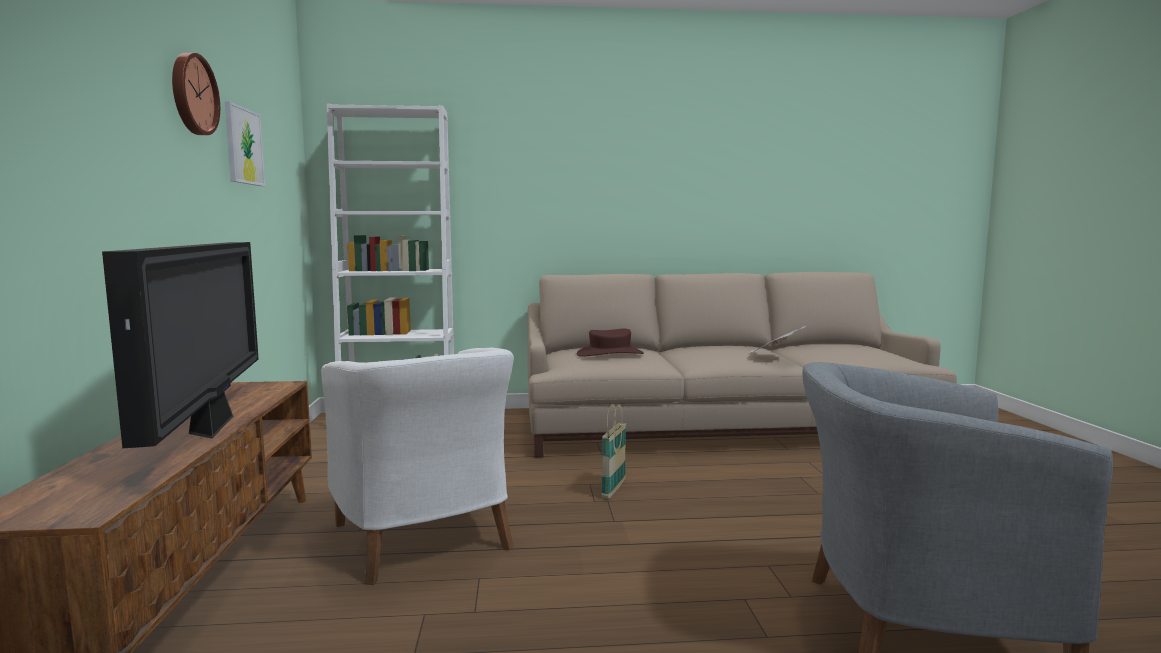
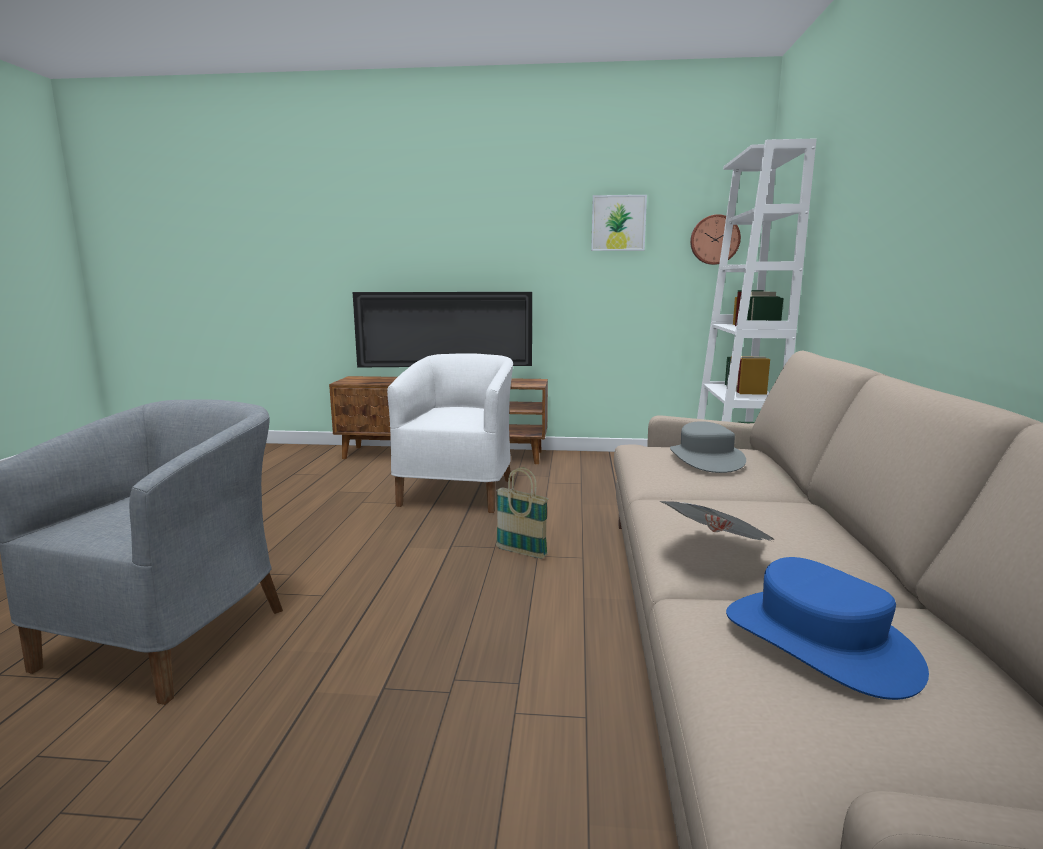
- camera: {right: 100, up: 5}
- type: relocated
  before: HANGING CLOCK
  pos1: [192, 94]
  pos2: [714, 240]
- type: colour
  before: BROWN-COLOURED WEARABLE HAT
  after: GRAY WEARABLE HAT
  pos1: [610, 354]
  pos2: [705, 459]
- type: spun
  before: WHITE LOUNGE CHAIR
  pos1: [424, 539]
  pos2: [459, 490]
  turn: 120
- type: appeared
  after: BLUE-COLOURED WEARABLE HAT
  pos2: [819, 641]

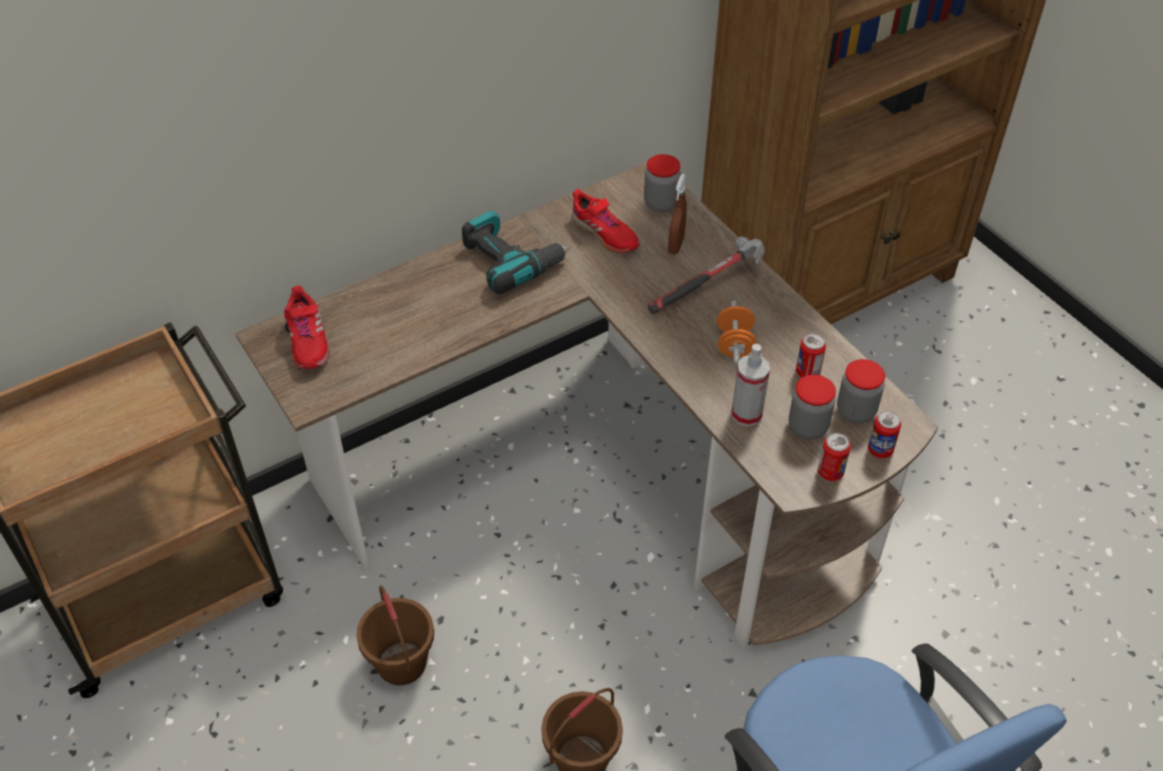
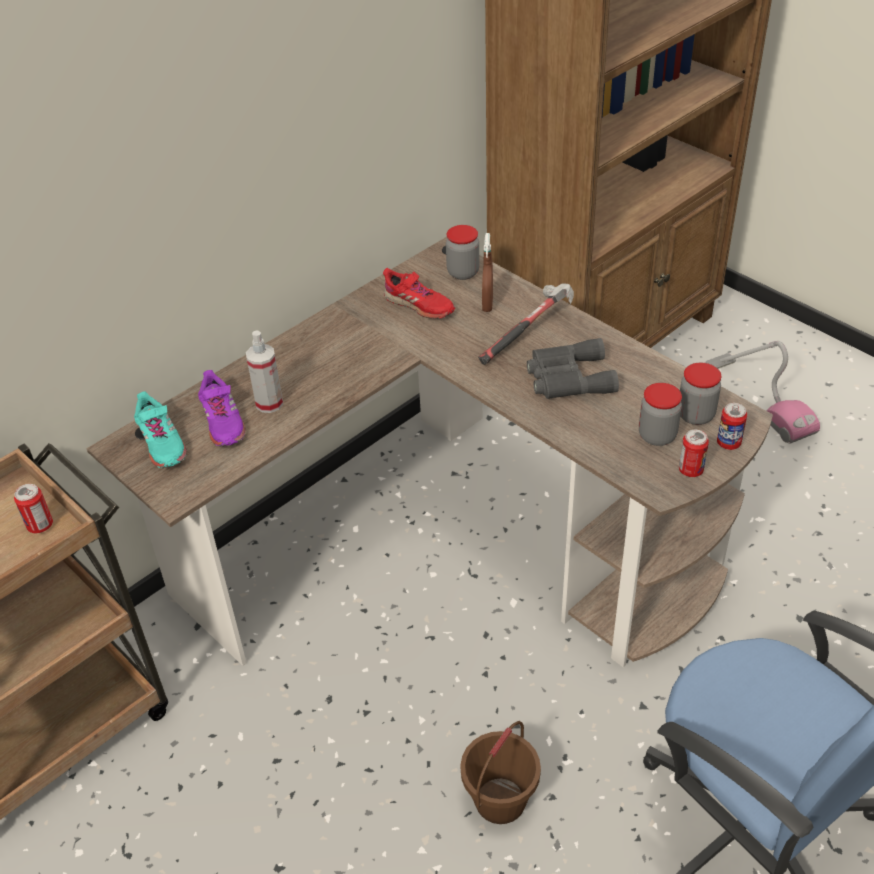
- camera: {right: -10, up: -5}
- type: missing
  before: POWER DRILL
  pos1: [511, 260]
- type: colour
  before: RED LOW SHOE
  after: TURQUOISE LOW SHOE
  pos1: [307, 341]
  pos2: [161, 443]
- type: exchanged
  before: ORANGE-COLOURED FREE WEIGHT
  after: GRAY PAIR OF BINOCULARS
  pos1: [734, 344]
  pos2: [567, 378]
- type: relocated
  before: CAN
  pos1: [807, 372]
  pos2: [40, 525]
- type: relocated
  before: SPRAYER
  pos1: [746, 414]
  pos2: [269, 403]
- type: missing
  before: BROWN-COLOURED PAIL
  pos1: [402, 663]
- type: appeared
  after: VACUUM CLEANER
  pos2: [759, 399]
- type: appeared
  after: PURPLE-COLOURED LOW SHOE
  pos2: [222, 422]

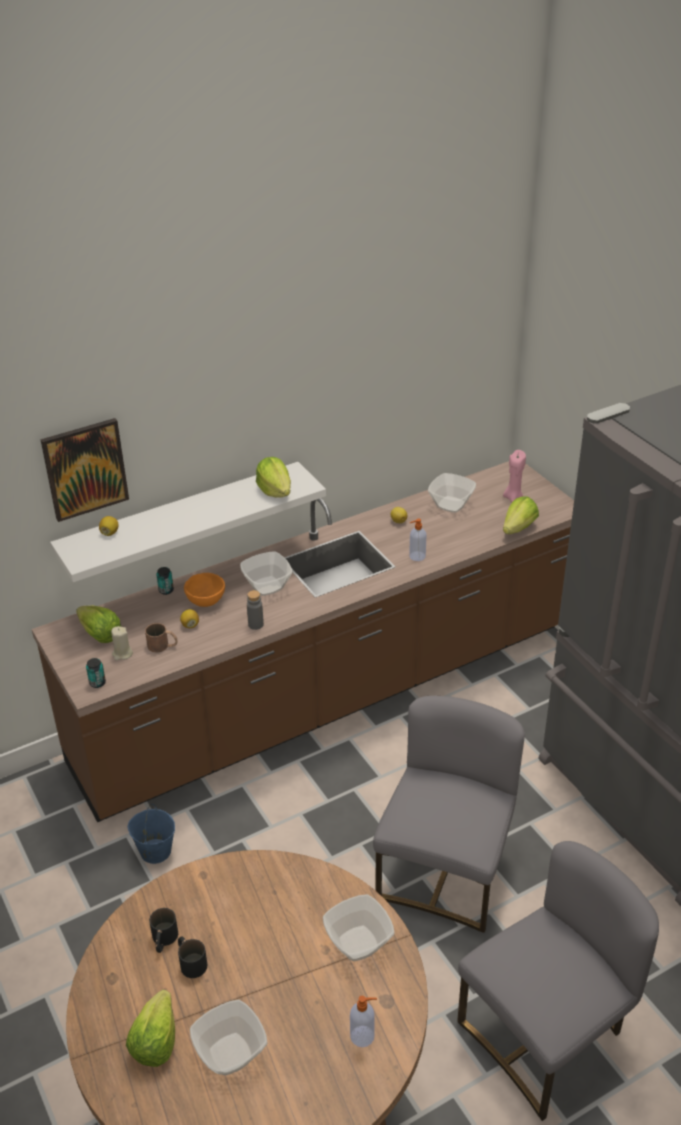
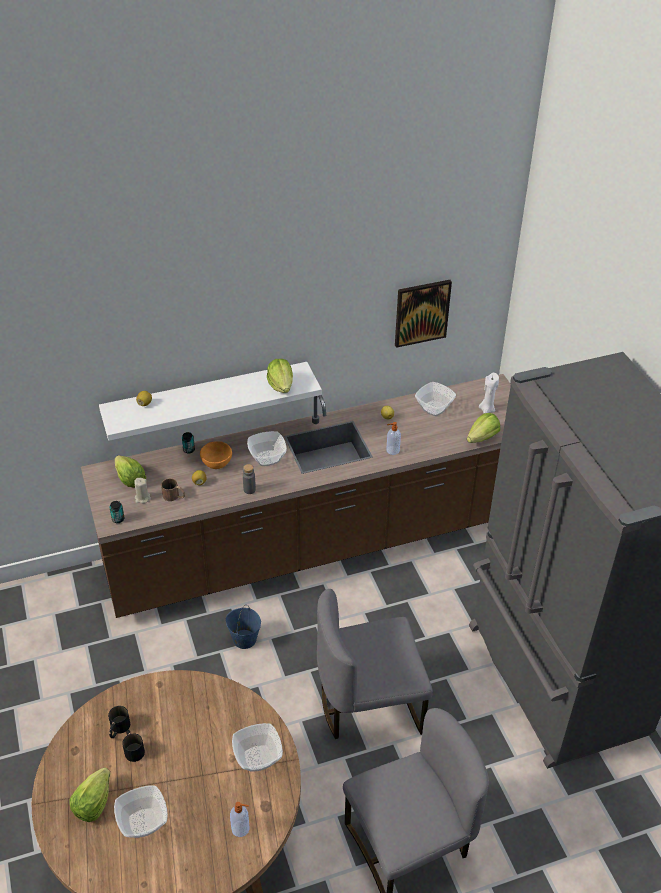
- camera: {right: 10, up: 5}
- type: relocated
  before: PICTURE
  pos1: [85, 469]
  pos2: [421, 312]
- type: colour
  before: PINK-COLOURED WAX CANDLE
  after: WHITE WAX CANDLE
  pos1: [513, 497]
  pos2: [487, 409]
- type: spun
  before: GRAY CHAIR
  pos1: [446, 871]
  pos2: [369, 705]
  turn: -135
- type: relocated
  before: BLUE-COLOURED PAIL
  pos1: [155, 851]
  pos2: [244, 639]

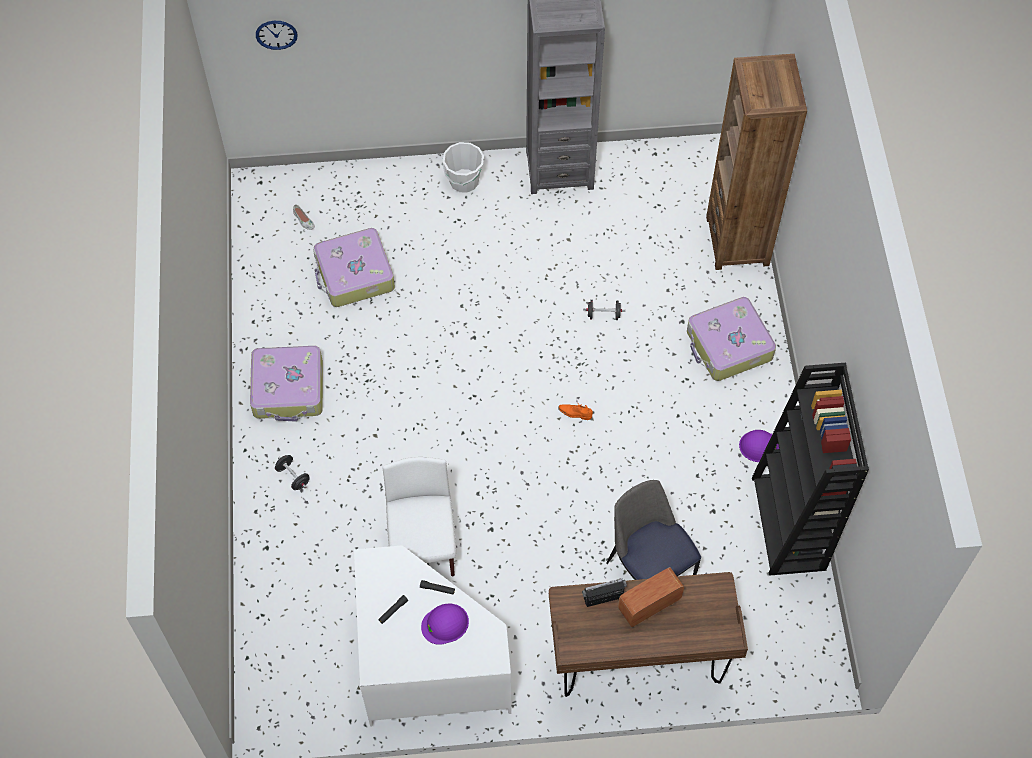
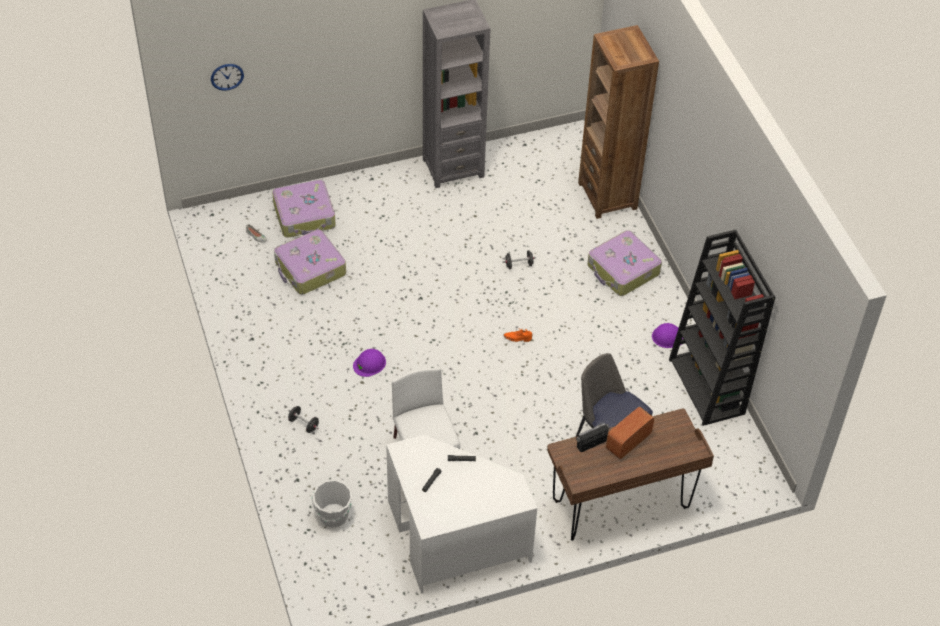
- camera: {right: -15, up: -10}
- type: relocated
  before: WHITE PAIL
  pos1: [464, 181]
  pos2: [333, 516]
- type: relocated
  before: SUITCASE
  pos1: [289, 389]
  pos2: [305, 216]
- type: relocated
  before: PURPLE-COLOURED SAFETY HELMET
  pos1: [445, 624]
  pos2: [369, 363]

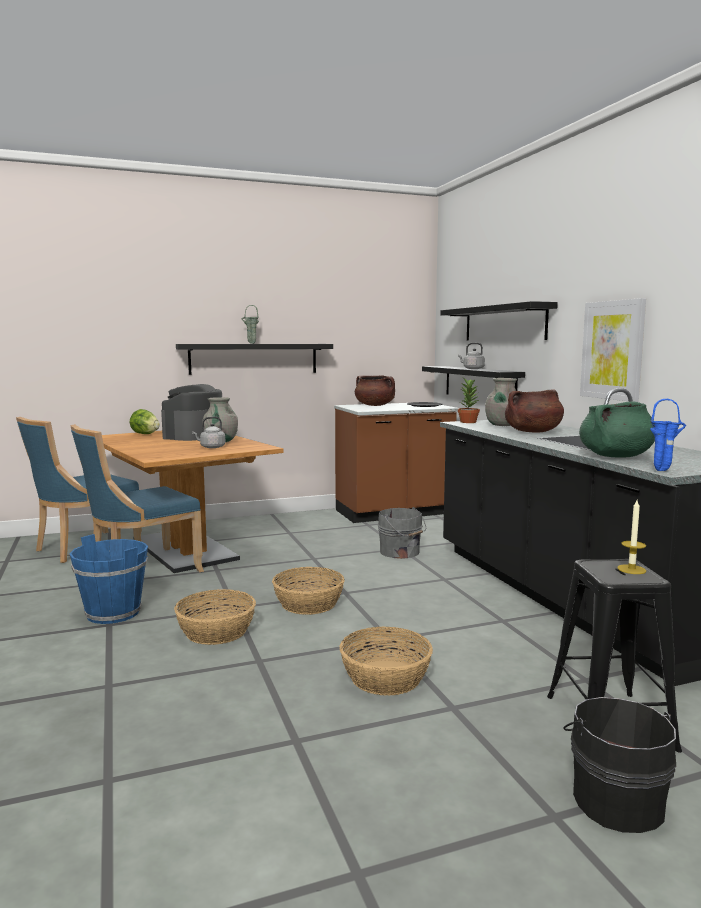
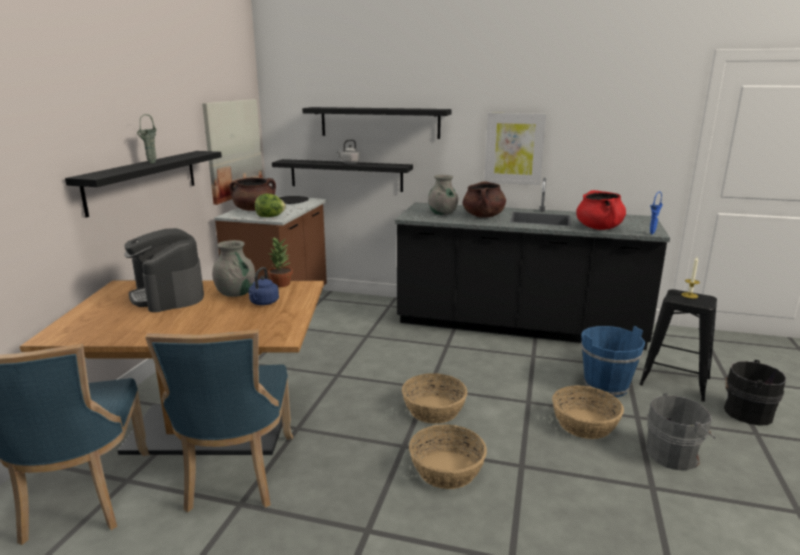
- camera: {right: -55, up: 10}
- type: relocated
  before: POTTED PLANT
  pos1: [468, 422]
  pos2: [280, 284]
- type: colour
  before: GREEN COOKING POT
  after: RED COOKING POT
  pos1: [615, 456]
  pos2: [599, 228]
- type: relocated
  before: LETTUCE
  pos1: [145, 434]
  pos2: [270, 217]
- type: colour
  before: GRAY KETTLE
  after: BLUE-COLOURED KETTLE
  pos1: [211, 447]
  pos2: [263, 303]
- type: relocated
  before: GRAY PAIL
  pos1: [401, 553]
  pos2: [674, 454]
- type: relocated
  before: BLUE-COLOURED PAIL
  pos1: [114, 613]
  pos2: [605, 386]
- type: appeared
  after: PICTURE
  pos2: [233, 149]

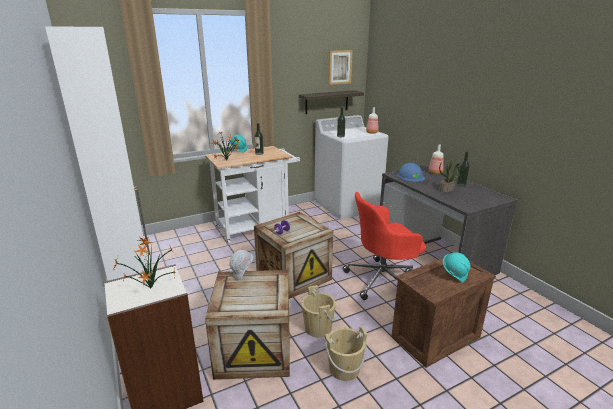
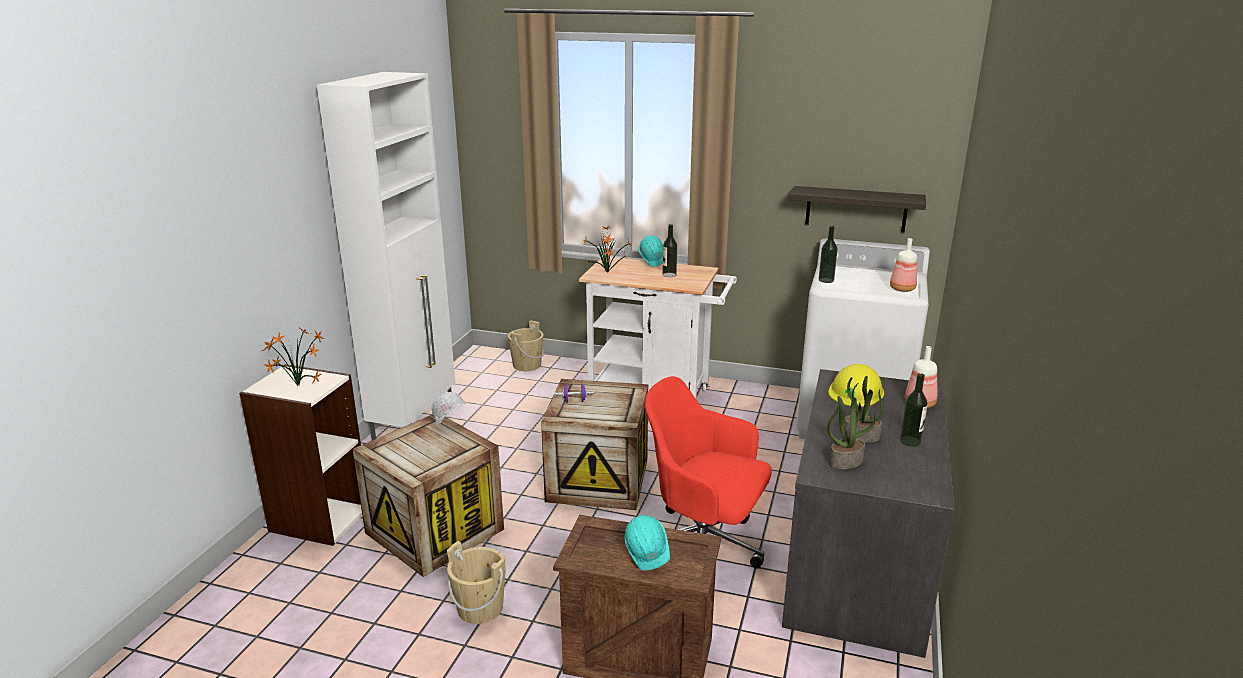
- camera: {right: 45, up: 0}
- type: missing
  before: PICTURE
  pos1: [339, 67]
- type: colour
  before: BLUE-COLOURED SAFETY HELMET
  after: YELLOWISH SAFETY HELMET
  pos1: [410, 176]
  pos2: [856, 391]
- type: relocated
  before: BEIGE PAIL
  pos1: [318, 328]
  pos2: [527, 365]
- type: appeared
  after: POTTED PLANT
  pos2: [846, 461]

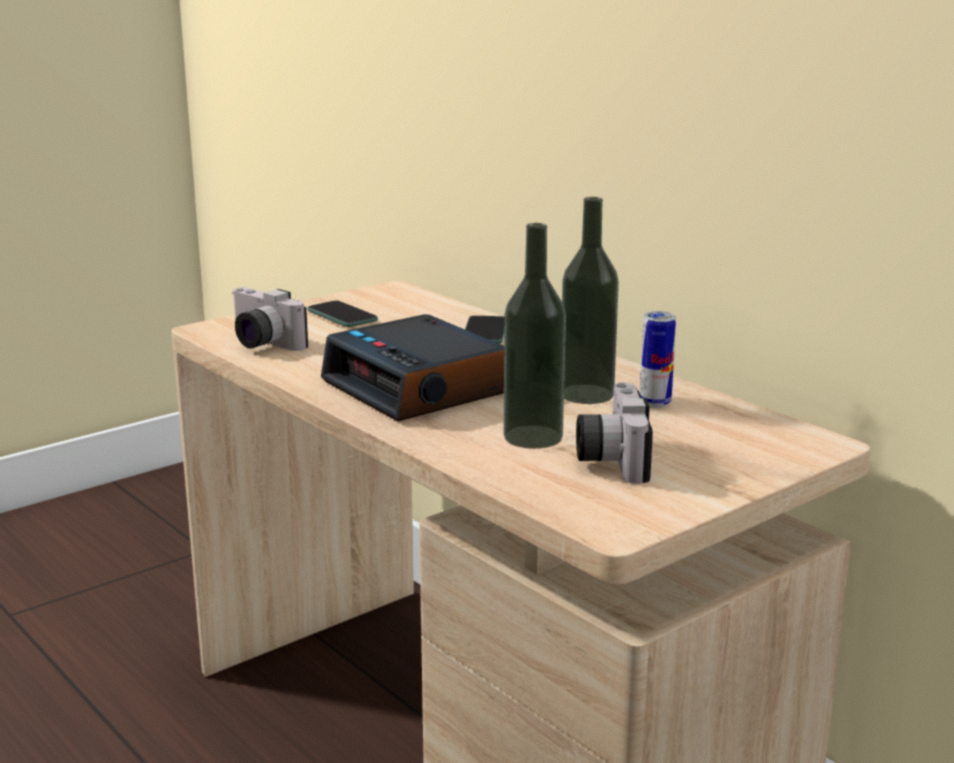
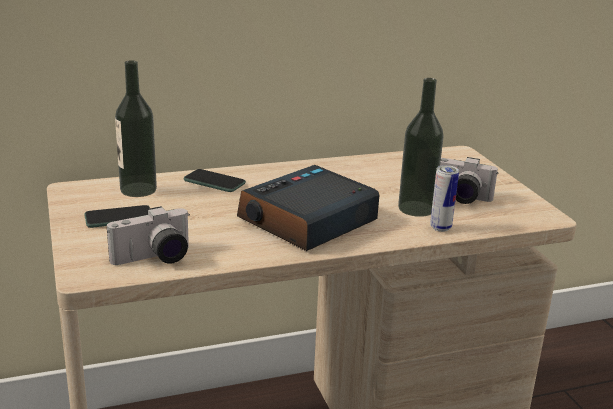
- camera: {right: -70, up: 5}
- type: relocated
  before: BEVERAGE BOTTLE
  pos1: [586, 394]
  pos2: [138, 189]
- type: relocated
  before: CAN
  pos1: [655, 403]
  pos2: [440, 228]
- type: spun
  before: BEDSIDE CLOCK
  pos1: [420, 387]
  pos2: [307, 221]
  turn: 150

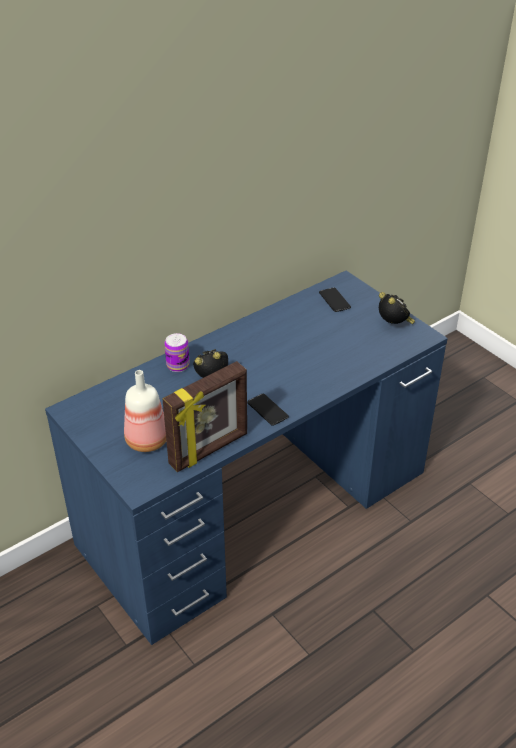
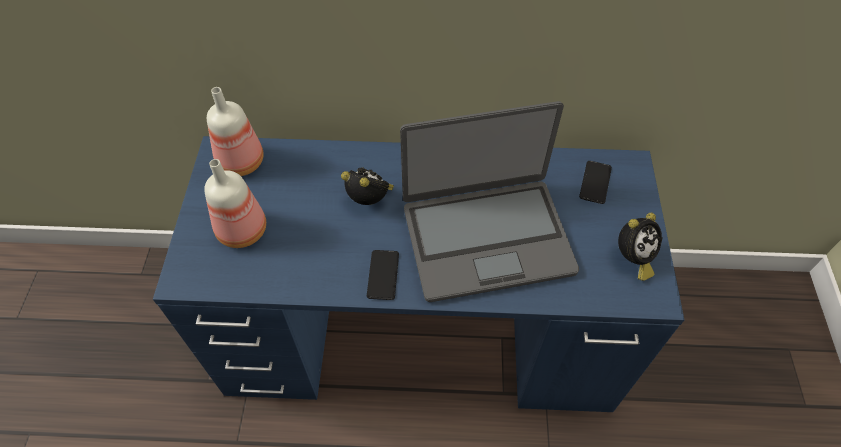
- camera: {right: 40, up: 15}
- type: spun
  before: BEDSIDE CLOCK
  pos1: [394, 325]
  pos2: [632, 259]
  turn: 45
- type: missing
  before: CAN
  pos1: [178, 365]
- type: missing
  before: PICTURE FRAME
  pos1: [209, 450]
- type: appeared
  after: BEVERAGE BOTTLE
  pos2: [241, 163]
- type: appeared
  after: PORTABLE COMPUTER
  pos2: [486, 237]

